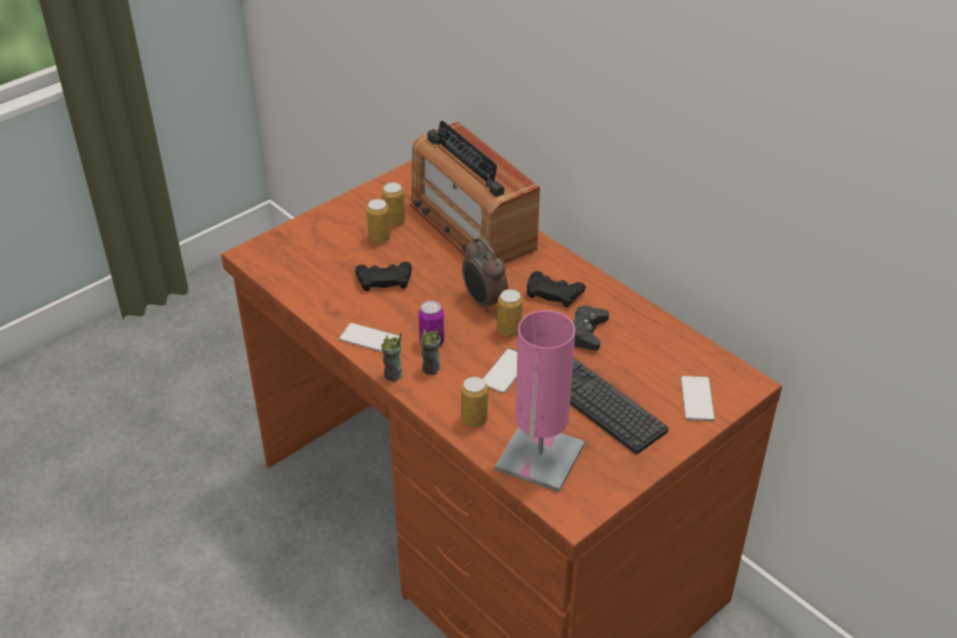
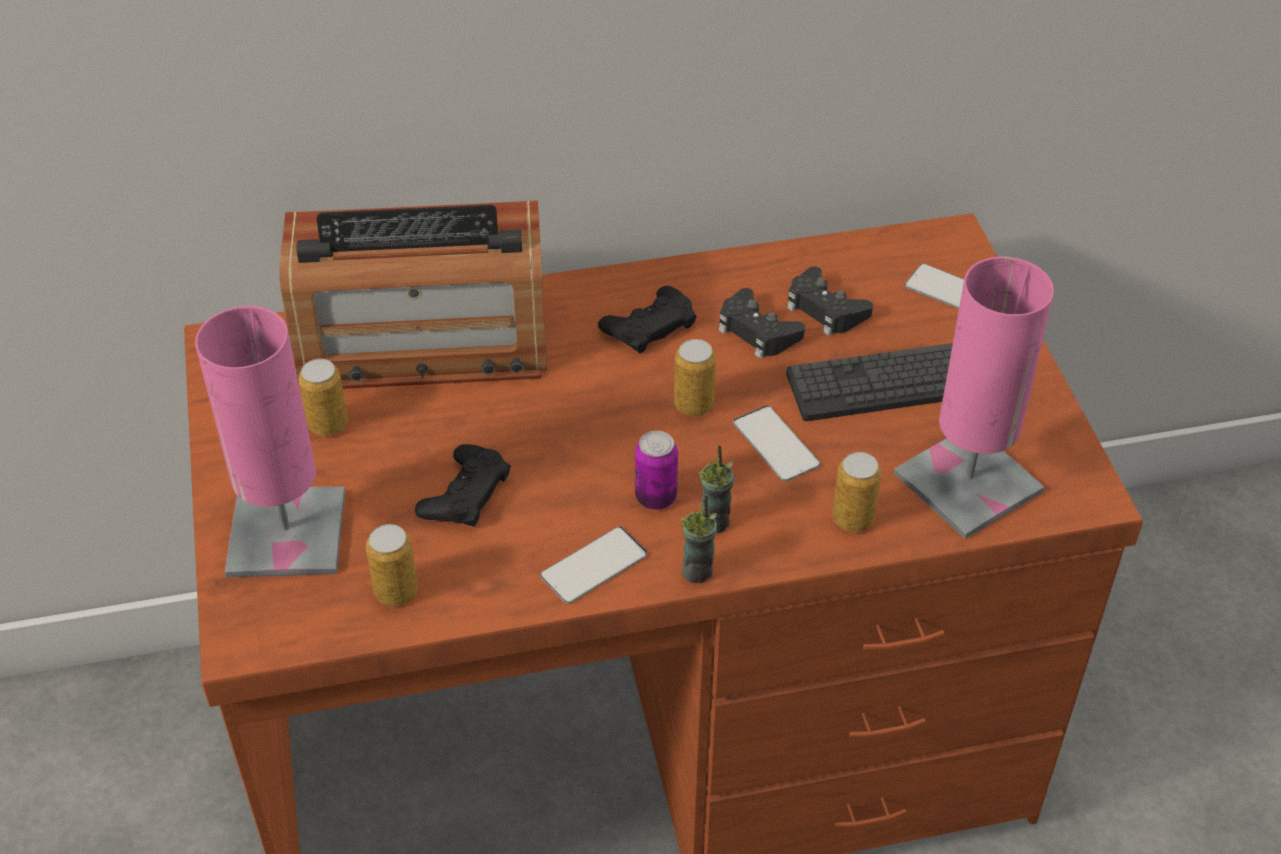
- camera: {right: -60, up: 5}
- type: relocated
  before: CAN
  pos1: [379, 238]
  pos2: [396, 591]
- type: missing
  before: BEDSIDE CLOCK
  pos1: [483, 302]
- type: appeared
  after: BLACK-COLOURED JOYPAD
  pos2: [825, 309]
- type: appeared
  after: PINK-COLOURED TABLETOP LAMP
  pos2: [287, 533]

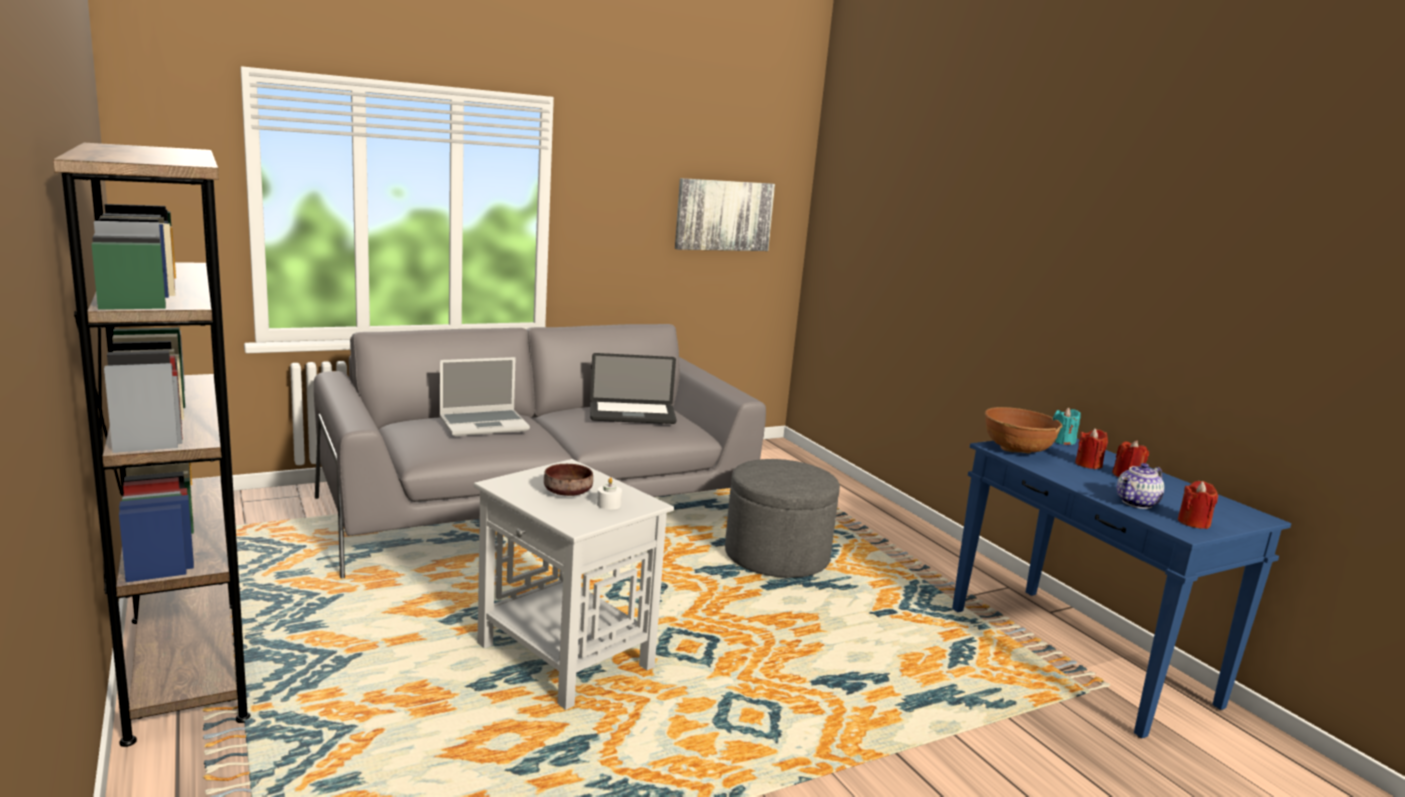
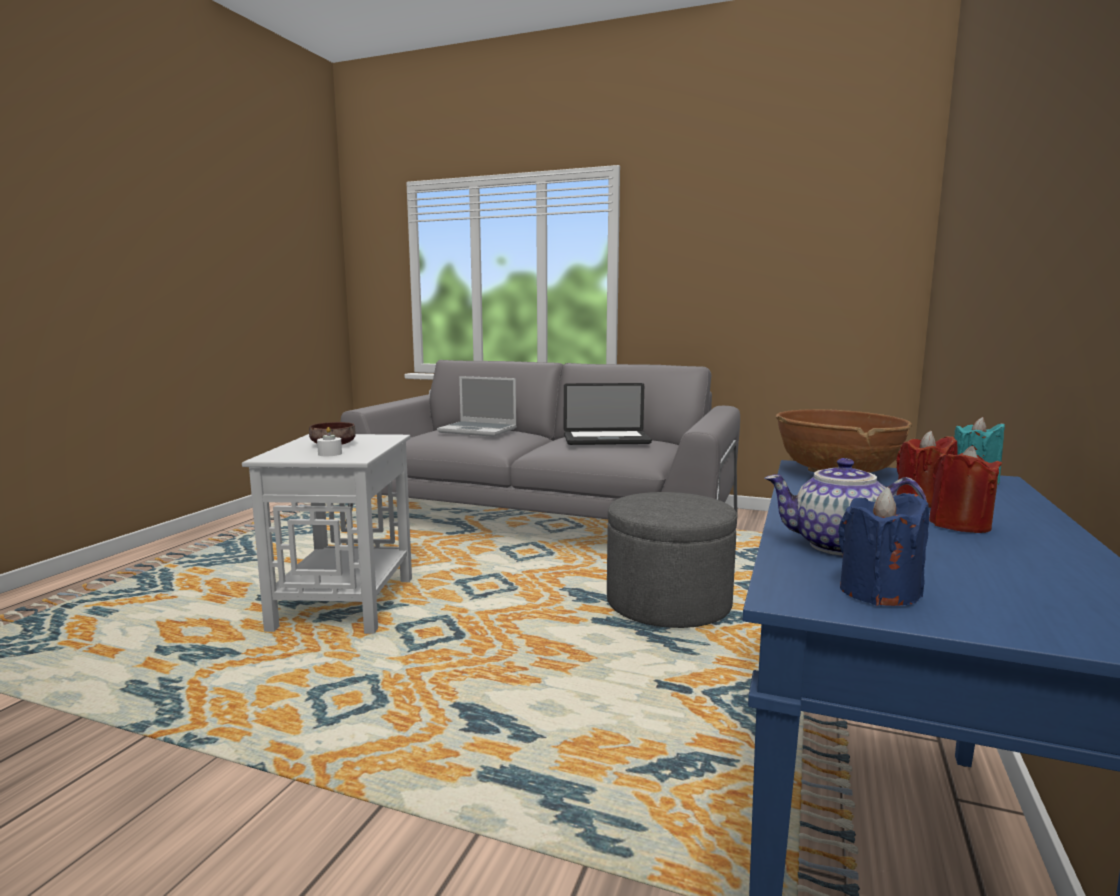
- camera: {right: 50, up: -5}
- type: missing
  before: BROWN-COLOURED SHELVING UNIT
  pos1: [187, 666]
- type: missing
  before: PICTURE
  pos1: [723, 215]
- type: spun
  before: PORTABLE COMPUTER
  pos1: [632, 414]
  pos2: [606, 440]
  turn: -45
- type: colour
  before: RED WAX CANDLE
  after: BLUE-COLOURED WAX CANDLE
  pos1: [1193, 523]
  pos2: [878, 592]

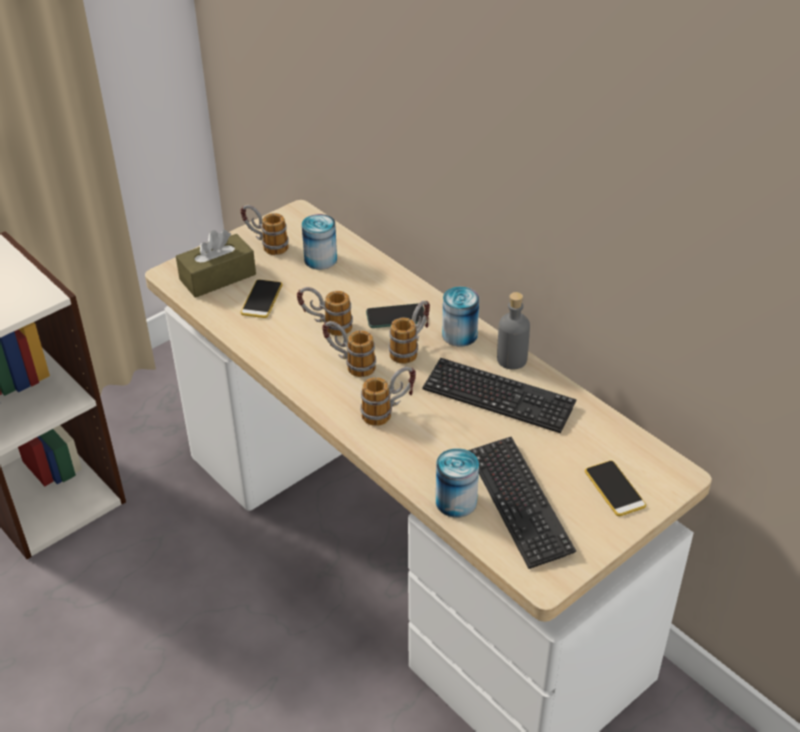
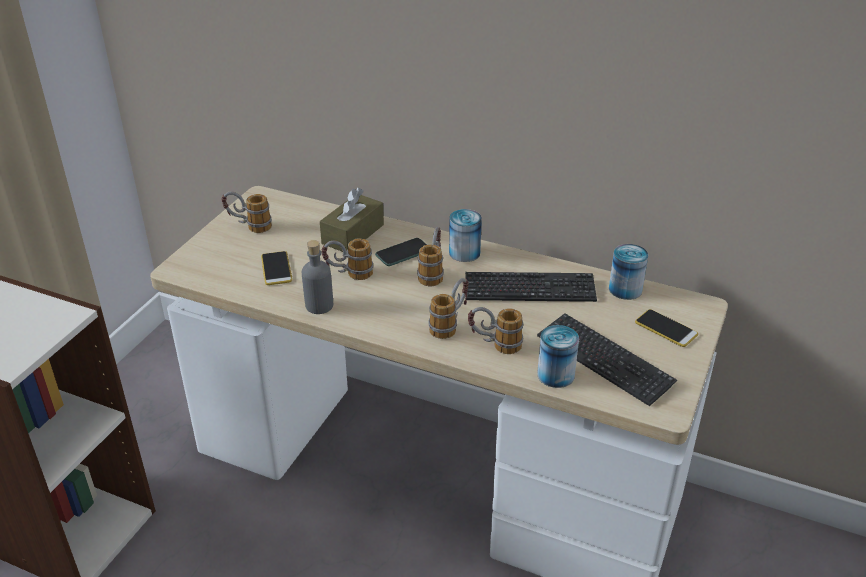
- camera: {right: -25, up: -5}
- type: relocated
  before: CAN
  pos1: [320, 259]
  pos2: [625, 289]
- type: relocated
  before: BROWN-COLOURED TISSUE HOLDER
  pos1: [217, 277]
  pos2: [353, 234]
- type: relocated
  before: GRAY BEVERAGE BOTTLE
  pos1: [511, 359]
  pos2: [319, 305]
- type: relocated
  before: MUG
  pos1: [349, 364]
  pos2: [494, 345]

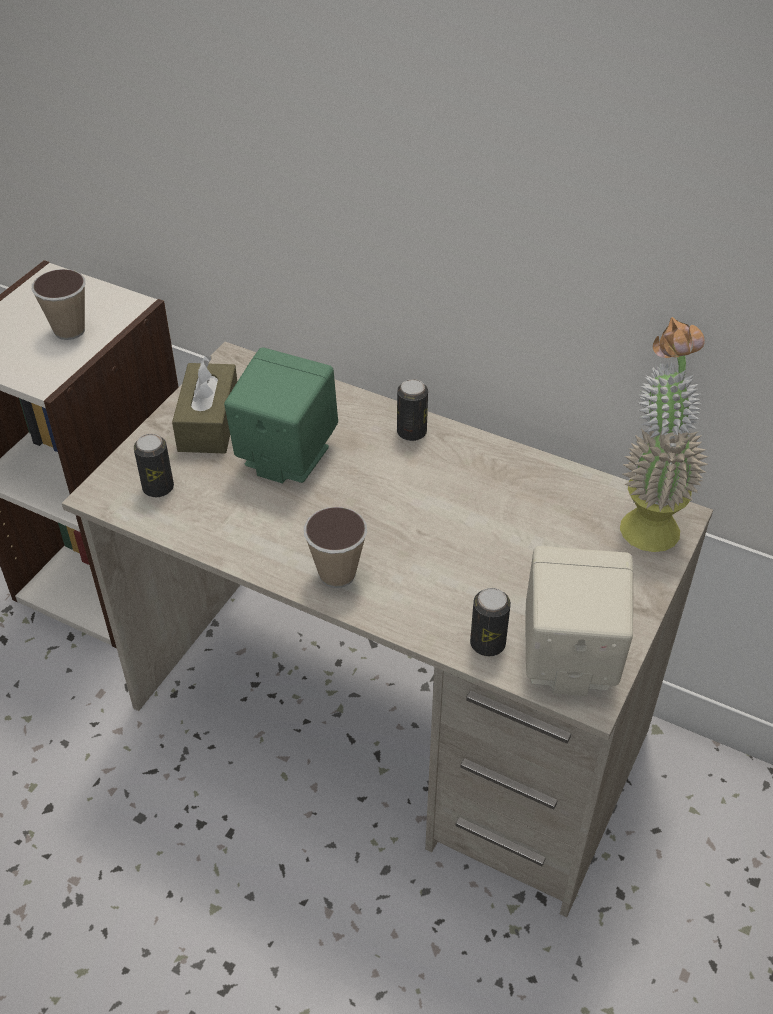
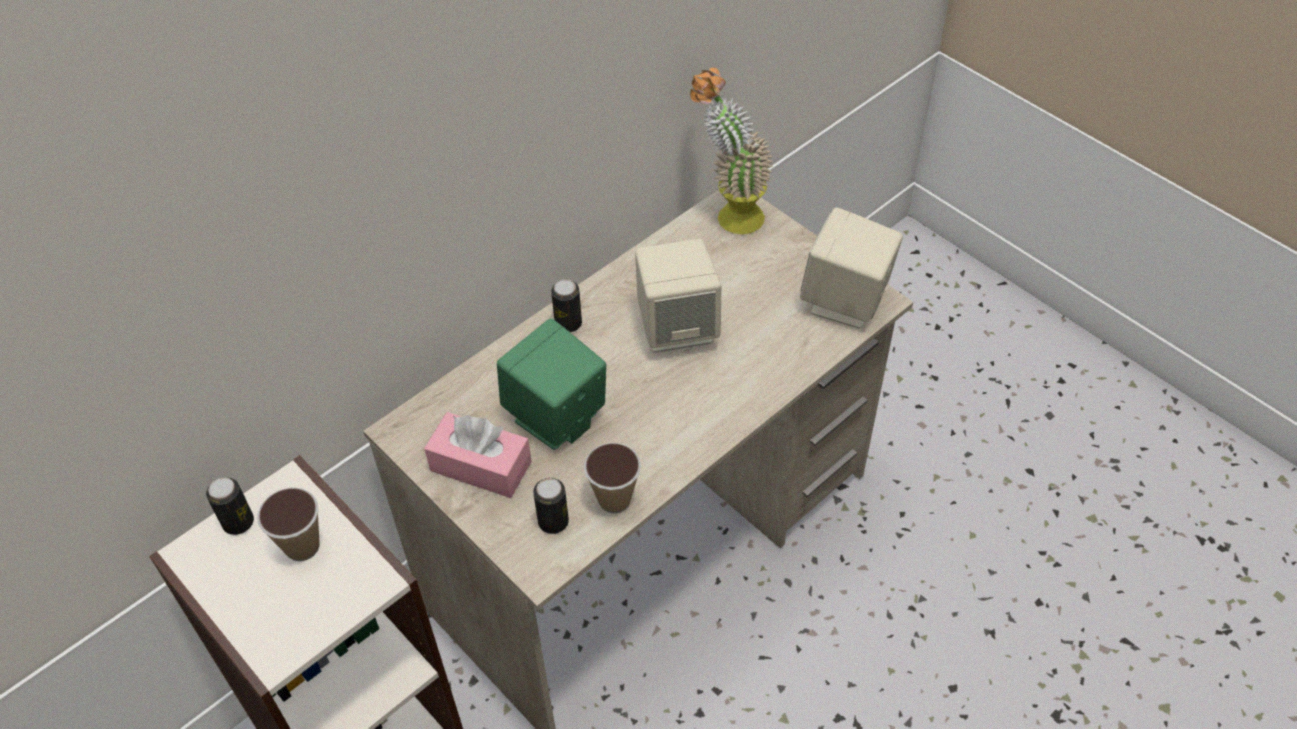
- camera: {right: -70, up: 5}
- type: colour
  before: BROWN-COLOURED TISSUE HOLDER
  after: PINK-COLOURED TISSUE HOLDER
  pos1: [208, 422]
  pos2: [481, 466]
- type: relocated
  before: DRINKING CUP
  pos1: [337, 574]
  pos2: [614, 499]
- type: relocated
  before: CAN
  pos1: [487, 644]
  pos2: [238, 522]
- type: appeared
  after: BEIGE AUDIO SPEAKER
  pos2: [677, 327]

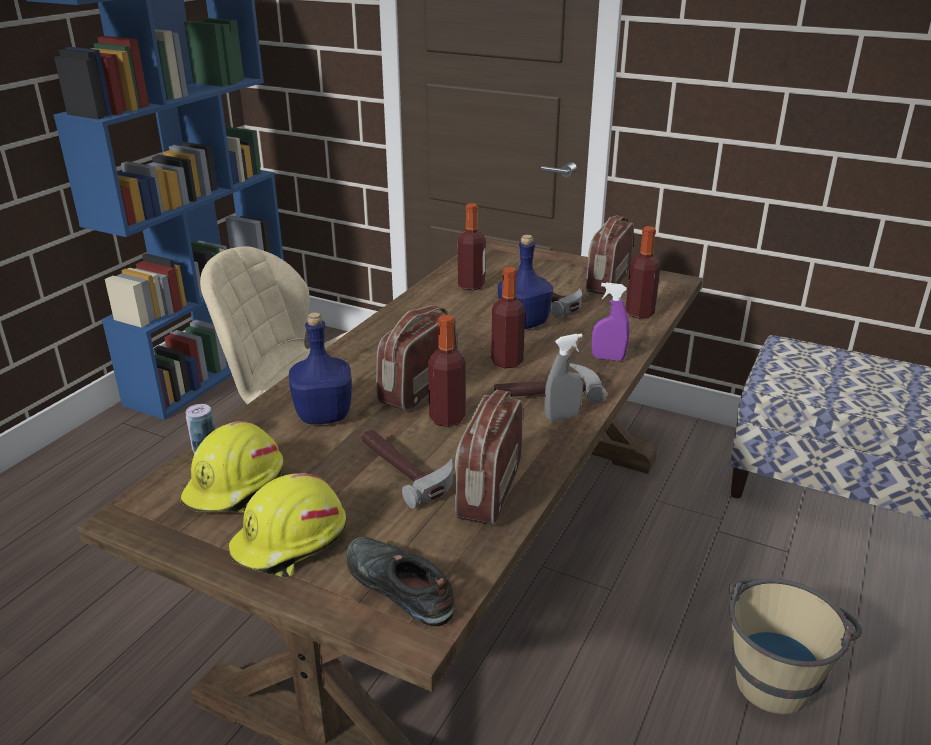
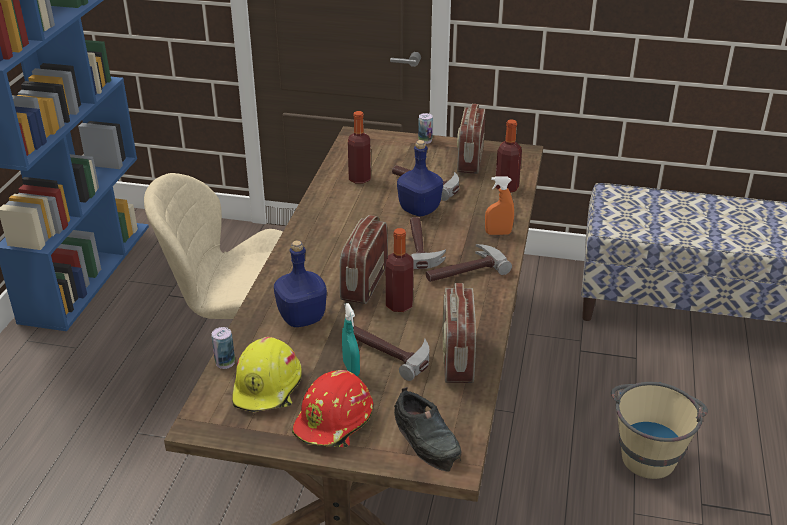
- camera: {right: -15, up: 5}
- type: exchanged
  before: BEVERAGE BOTTLE
  after: TOOL HAMMER
  pos1: [507, 362]
  pos2: [422, 248]
- type: colour
  before: PURPLE-COLOURED SPRAYER
  after: ORANGE-COLOURED SPRAYER
  pos1: [608, 358]
  pos2: [498, 233]
- type: missing
  before: GRAY SPRAYER
  pos1: [562, 417]
- type: colour
  before: YELLOWISH SAFETY HELMET
  after: RED SAFETY HELMET
  pos1: [290, 542]
  pos2: [335, 422]
- type: spun
  before: BLACK-COLOURED LOW SHOE
  pos1: [397, 586]
  pos2: [427, 438]
  turn: -150
- type: appeared
  after: CAN
  pos2: [425, 140]
- type: appeared
  after: TURQUOISE SPRAYER
  pos2: [351, 369]

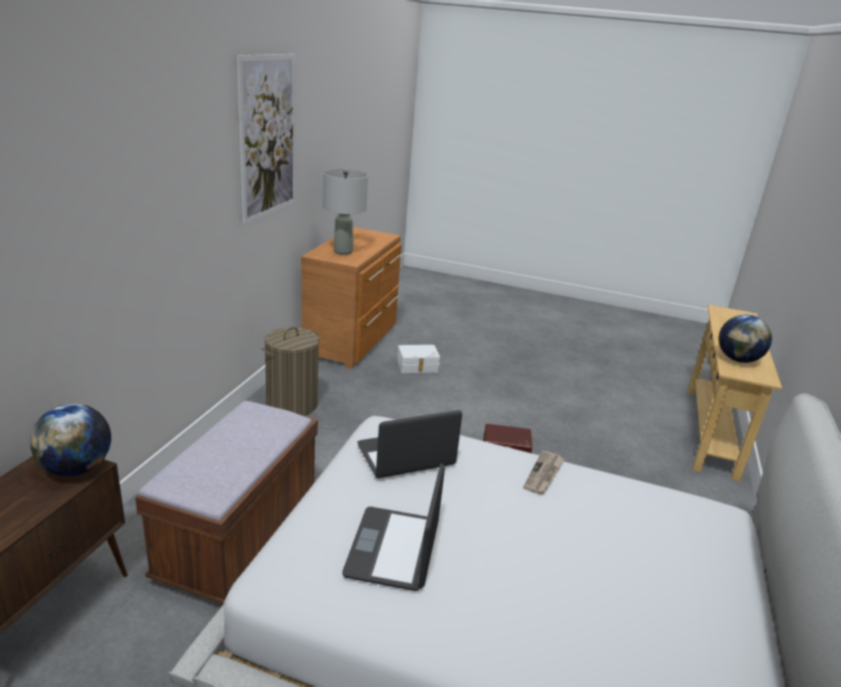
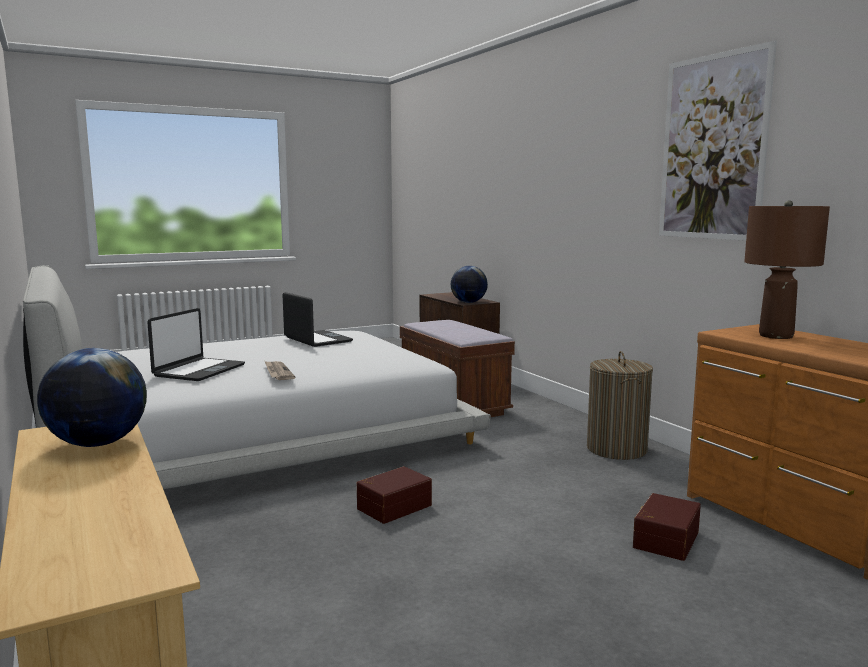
- camera: {right: 135, up: -15}
- type: colour
  before: GRAY TABLETOP LAMP
  after: BROWN-COLOURED TABLETOP LAMP
  pos1: [343, 251]
  pos2: [776, 336]
- type: colour
  before: WHITE STORAGE BOX
  after: BROWN-COLOURED STORAGE BOX
  pos1: [417, 366]
  pos2: [664, 539]
- type: relocated
  before: PORTABLE COMPUTER
  pos1: [406, 456]
  pos2: [199, 371]

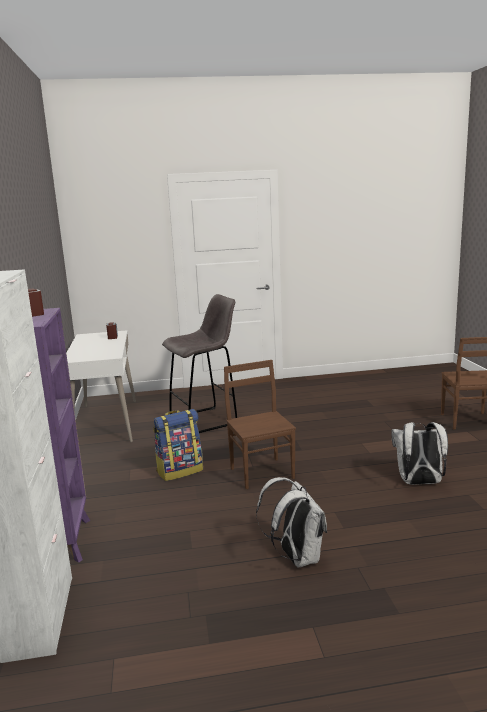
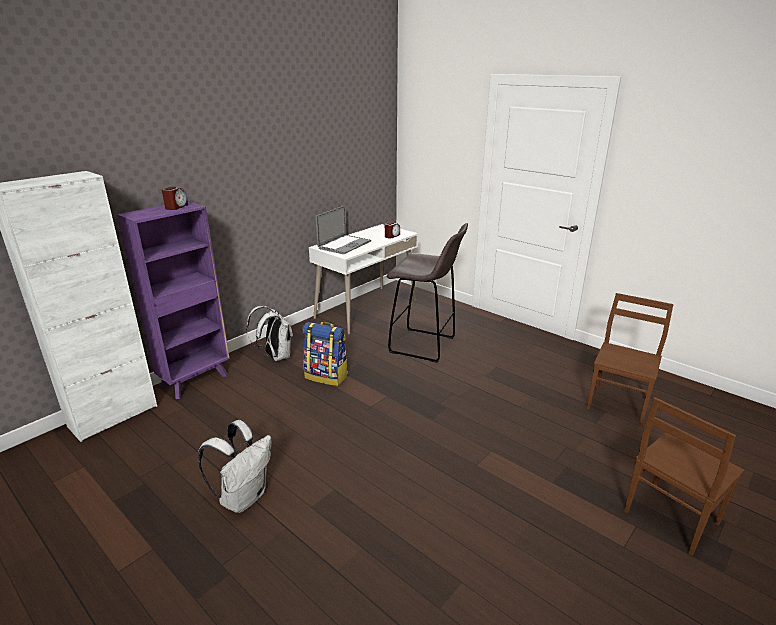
- camera: {right: 50, up: 10}
- type: relocated
  before: BROWN-COLOURED CHAIR
  pos1: [262, 472]
  pos2: [618, 404]
- type: relocated
  before: WHITE KNAPSACK
  pos1: [419, 483]
  pos2: [275, 356]
- type: appeared
  after: PORTABLE COMPUTER
  pos2: [344, 245]

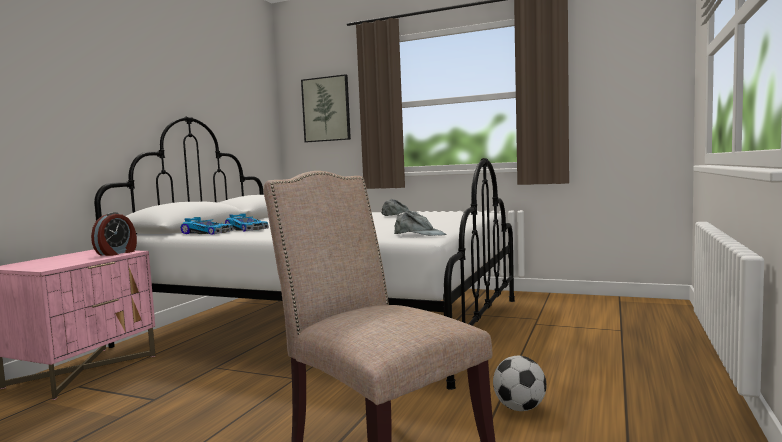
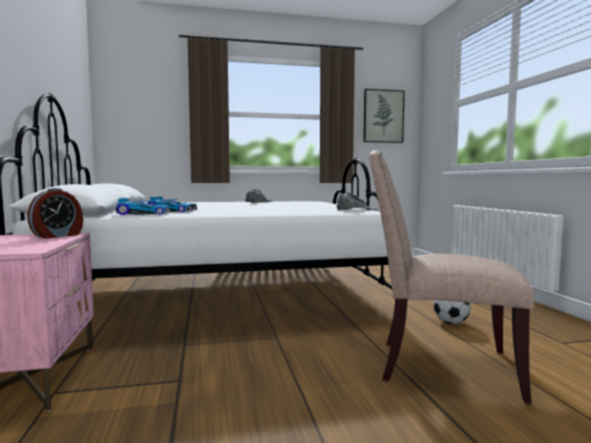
- camera: {right: -35, up: 0}
- type: relocated
  before: PICTURE
  pos1: [326, 109]
  pos2: [383, 116]
- type: spun
  before: BEDSIDE CLOCK
  pos1: [117, 253]
  pos2: [58, 235]
  turn: 45

